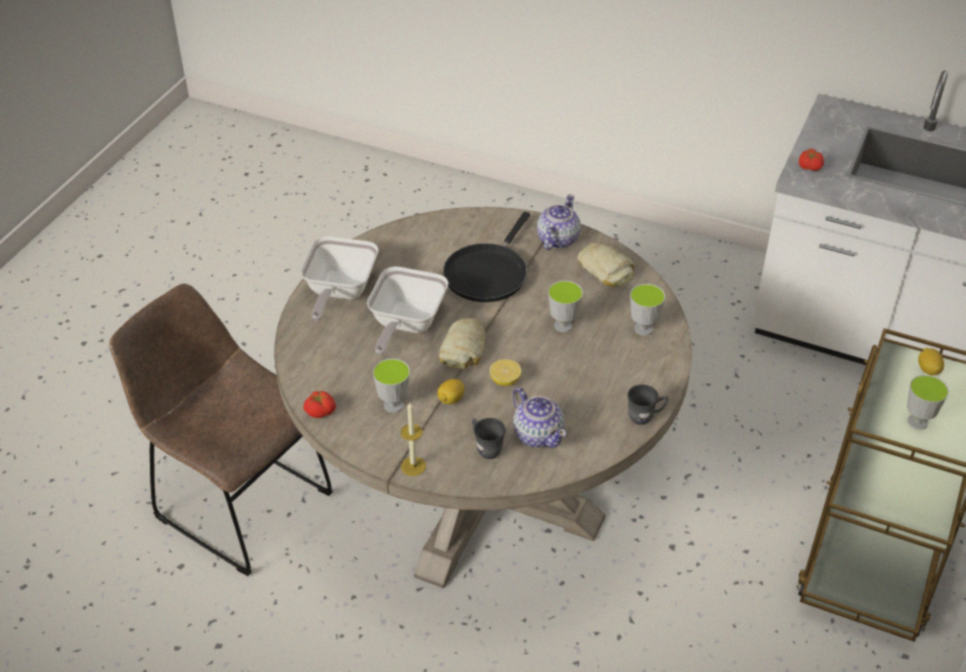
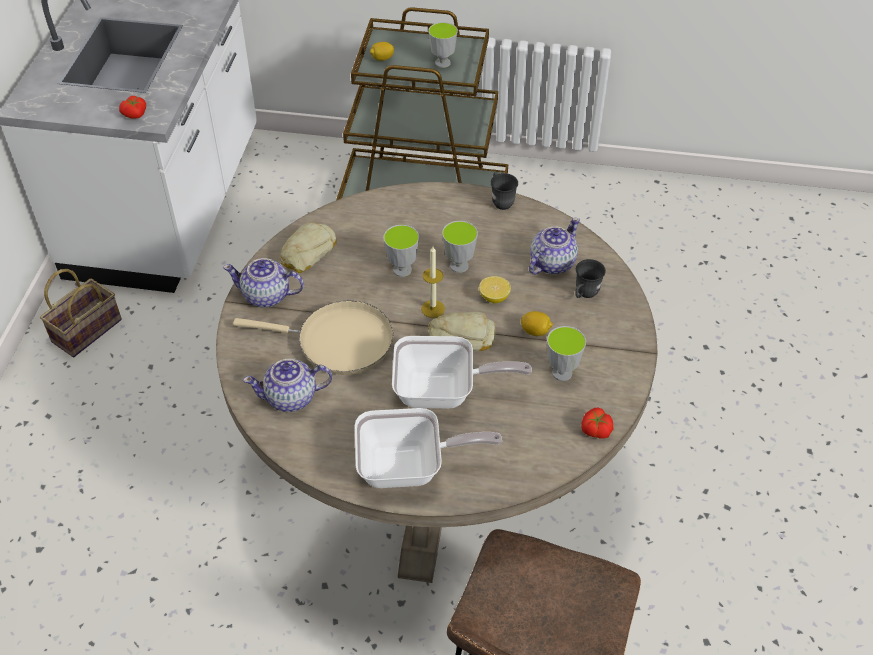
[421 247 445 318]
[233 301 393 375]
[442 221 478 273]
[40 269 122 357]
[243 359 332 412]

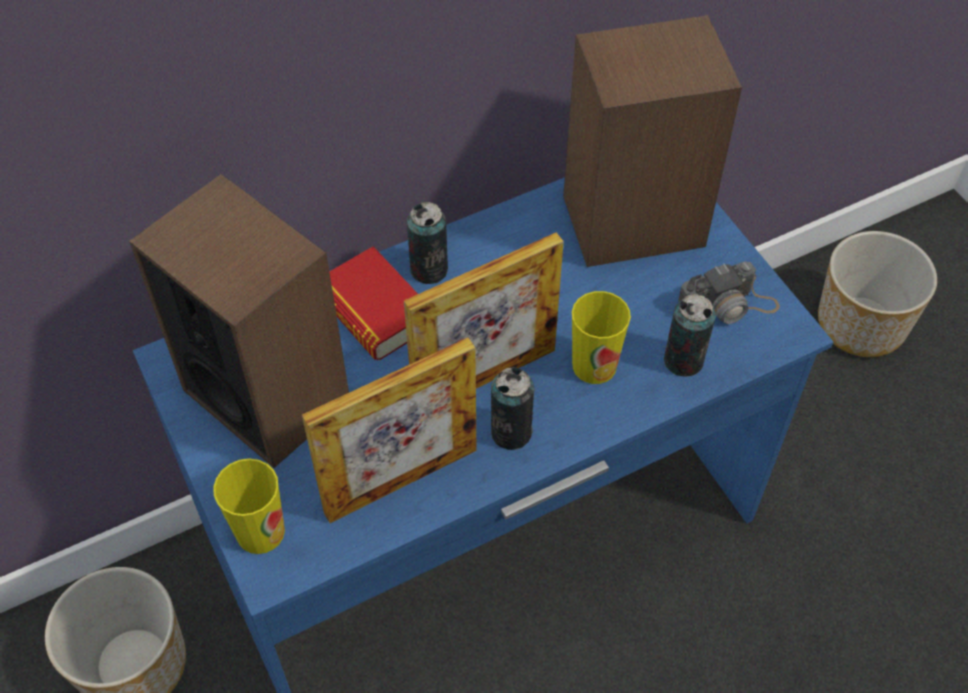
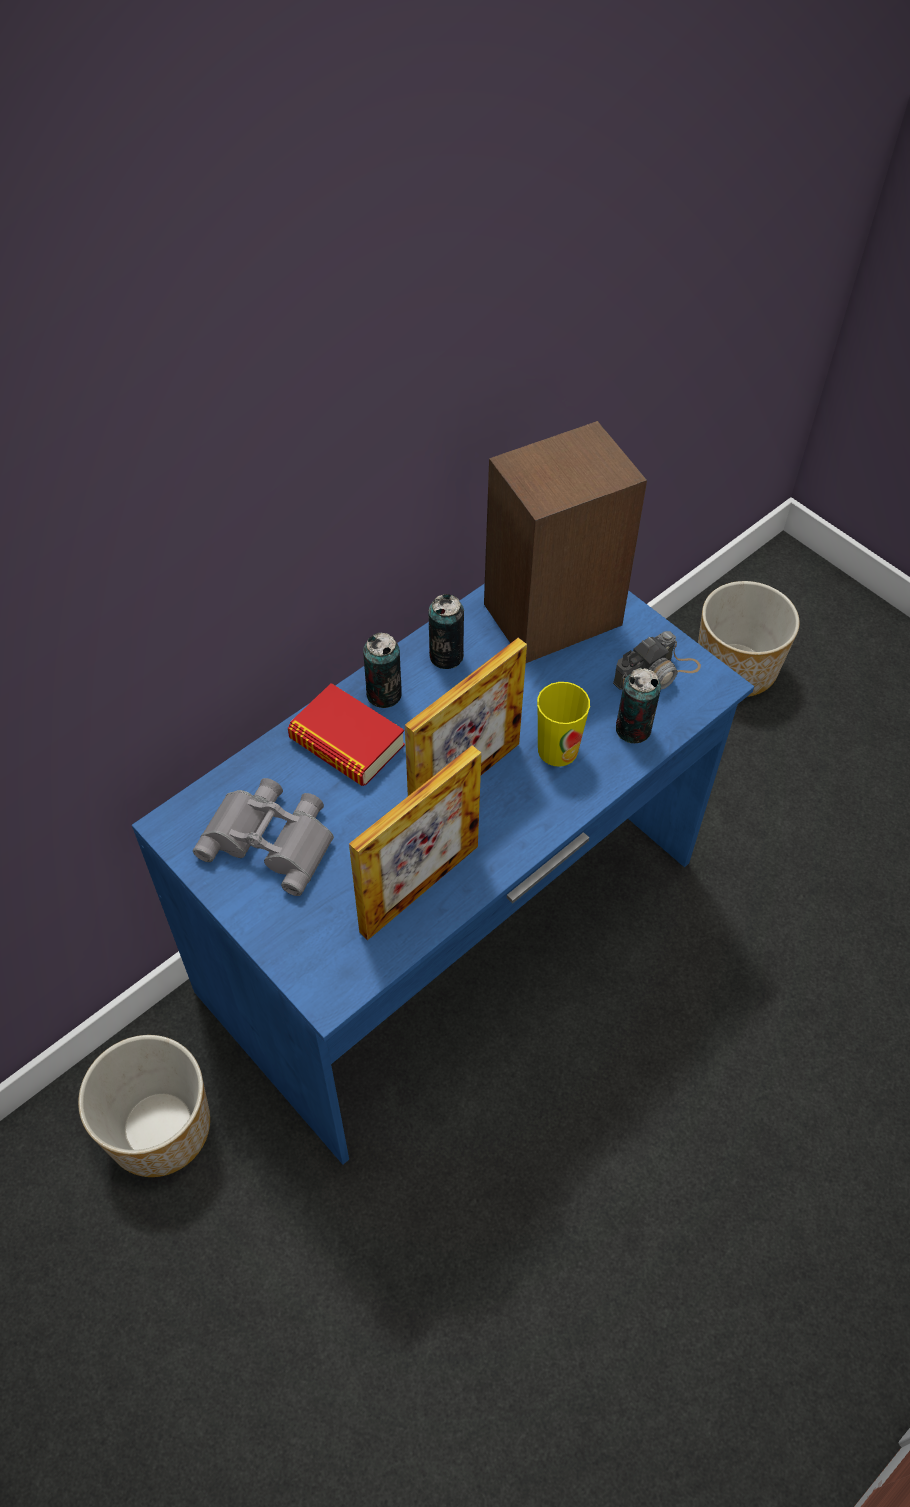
[193 778 334 896]
[213 458 285 554] (first image)
[428 594 464 669]

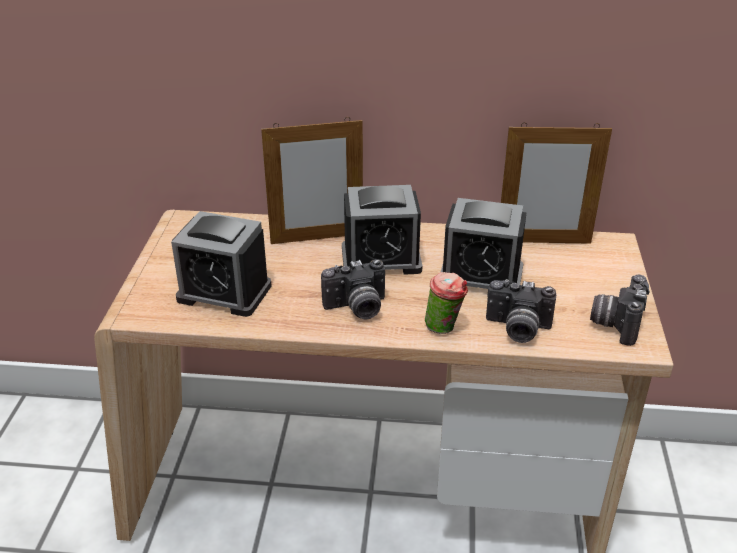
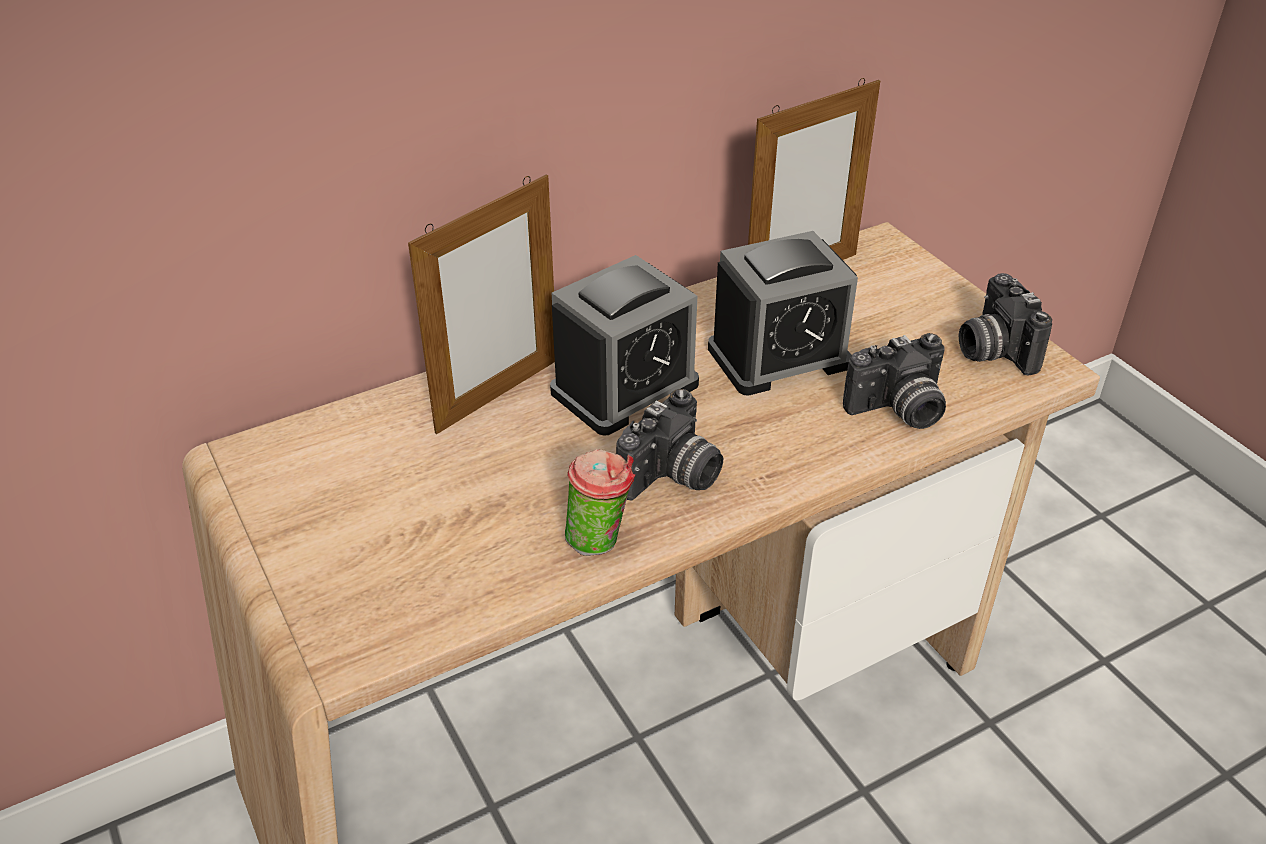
[171 211 272 317] (first image)
[565 449 635 556]

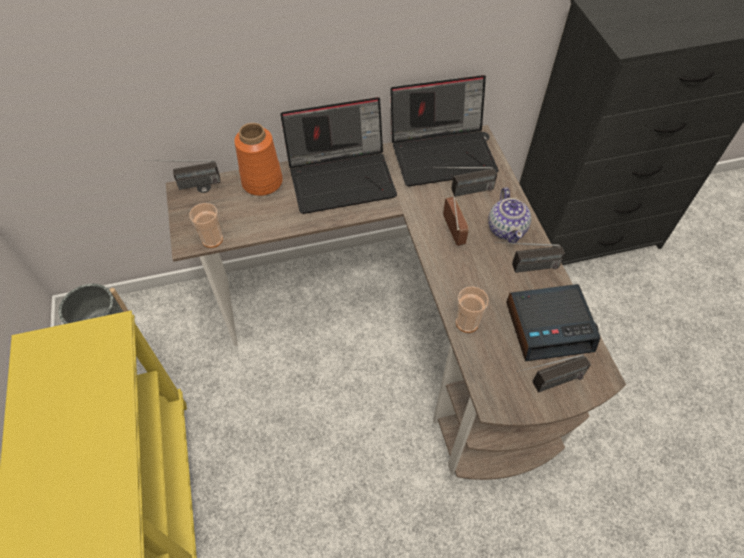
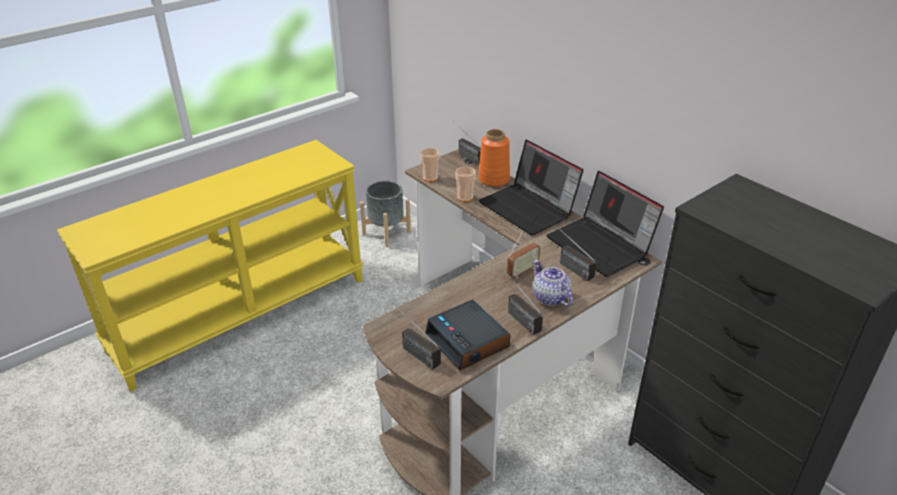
[456 167 476 202]
[533 260 573 306]

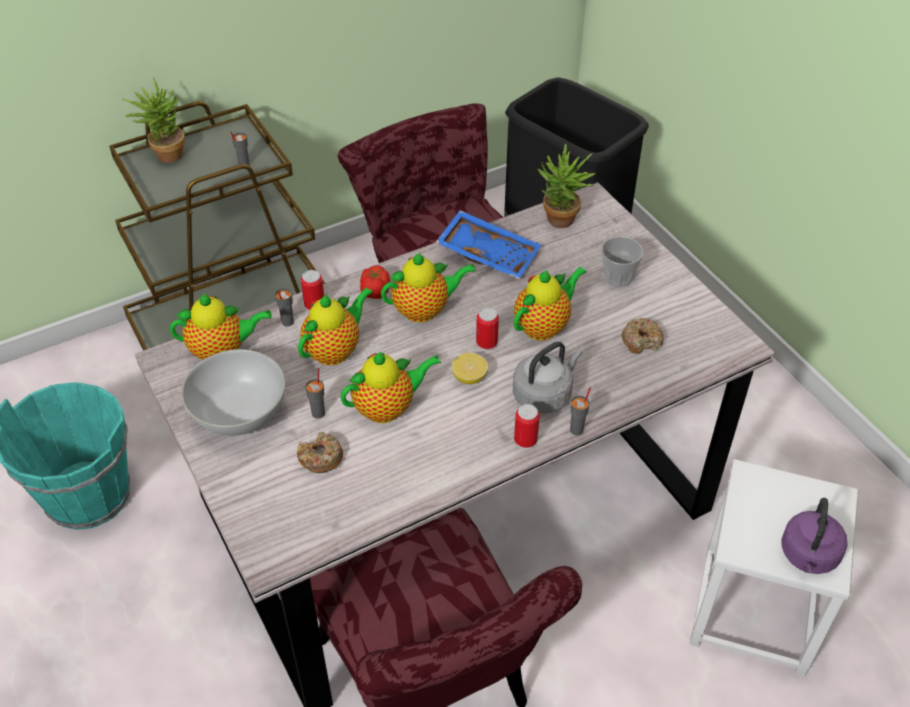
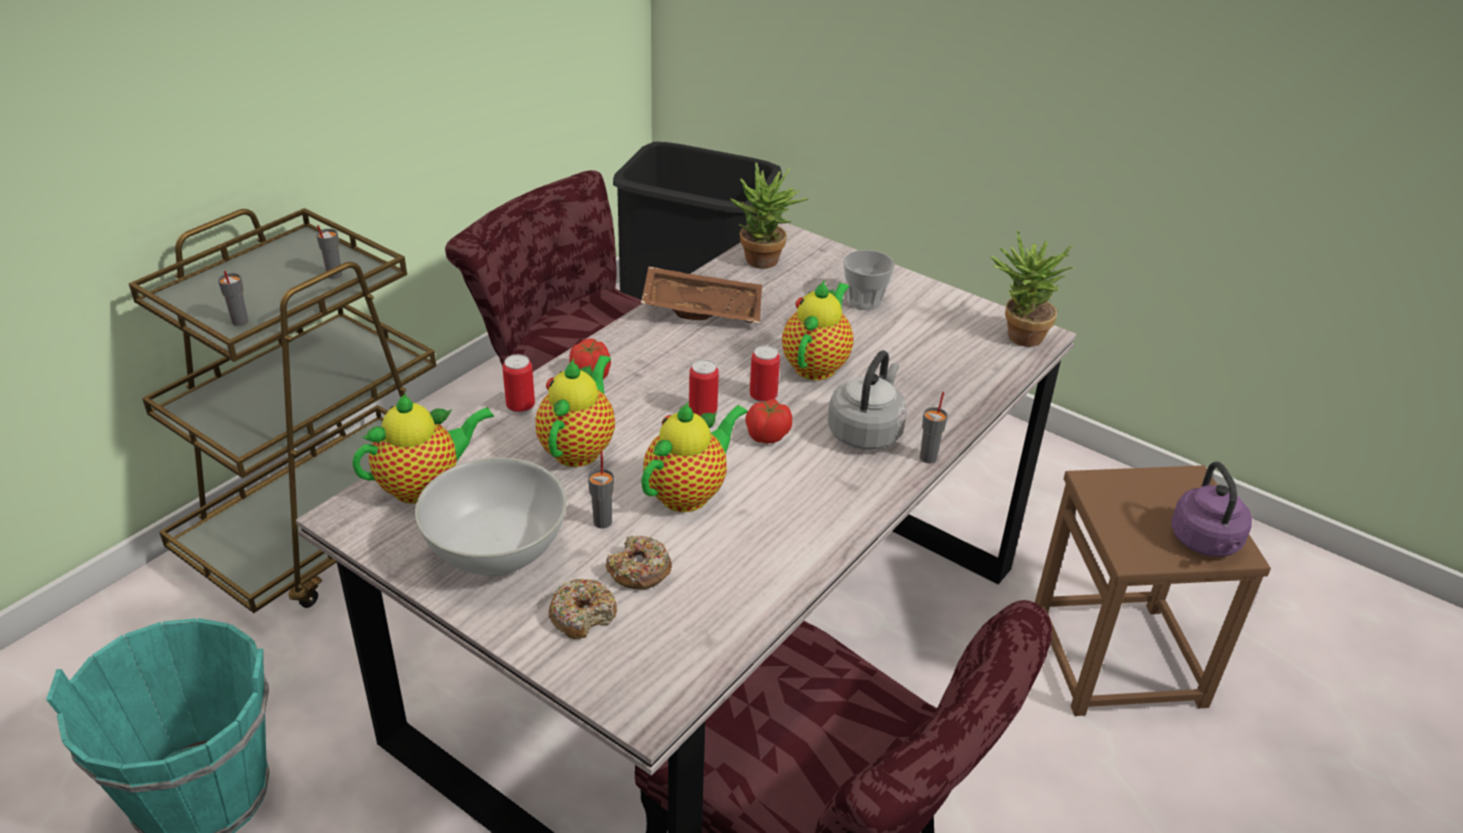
[990 230 1075 347]
[218 271 248 326]
[381 253 476 323] (first image)
[641 266 762 323]
[745 399 792 444]
[689 359 719 416]
[549 579 617 639]
[1035 465 1271 716]

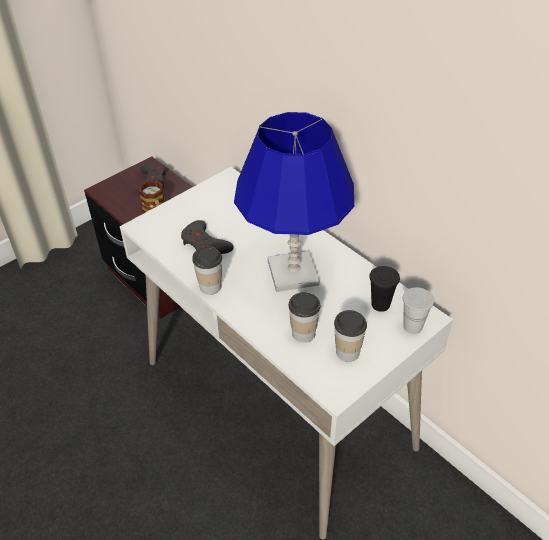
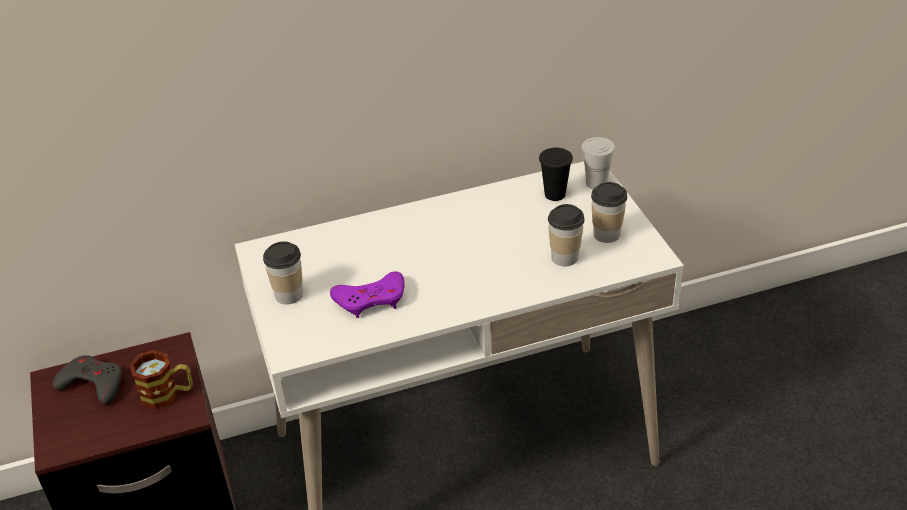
[330 271 405 318]
[263 241 303 305]
[234 112 354 292] (first image)

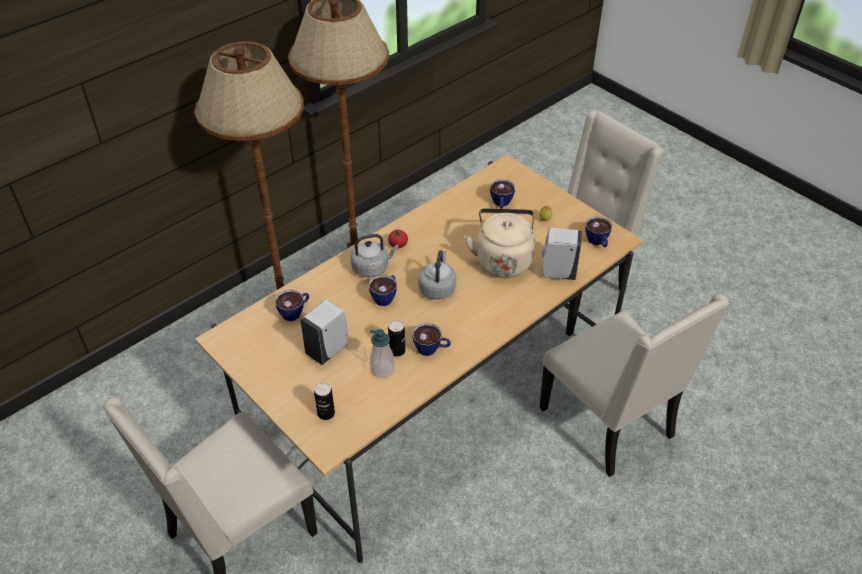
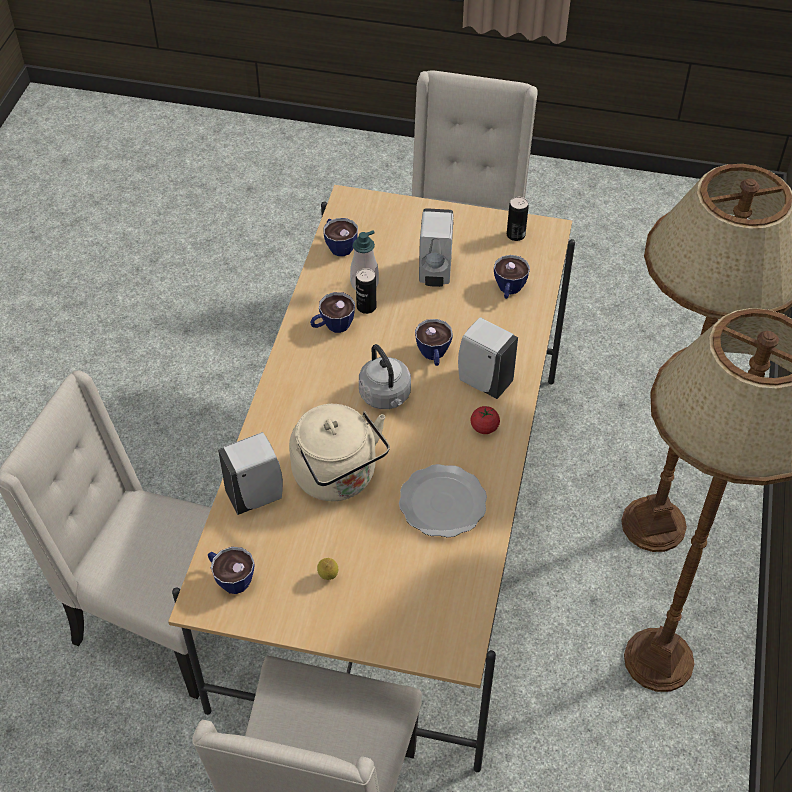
[507 197 529 241]
[458 317 518 399]
[323 218 358 256]
[399 464 487 538]

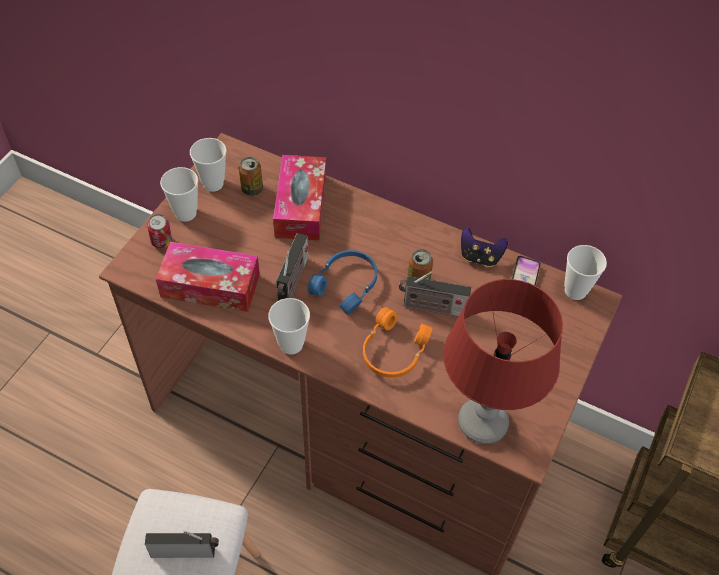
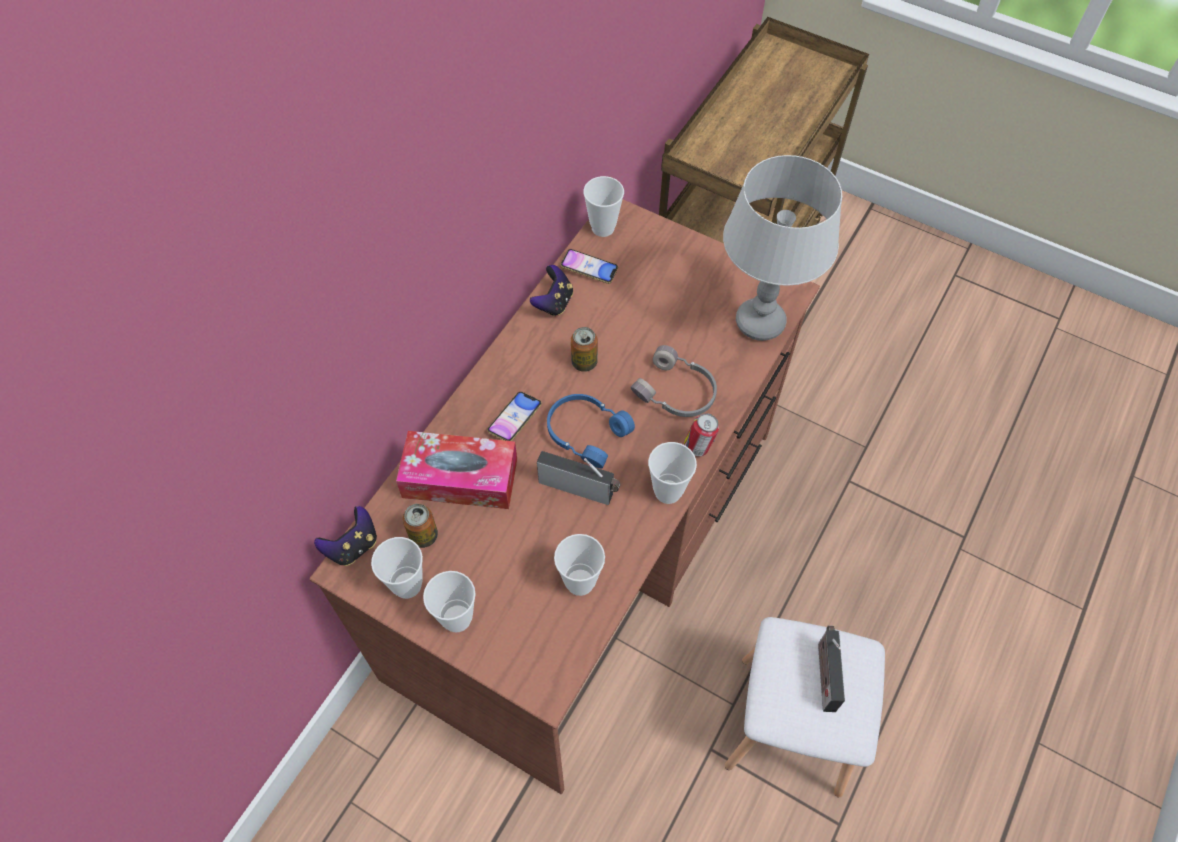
[684 413 719 457]
[554 534 605 596]
[630 345 717 417]
[399 271 471 316] (first image)
[723 155 842 341]
[314 506 377 566]
[487 392 542 441]

